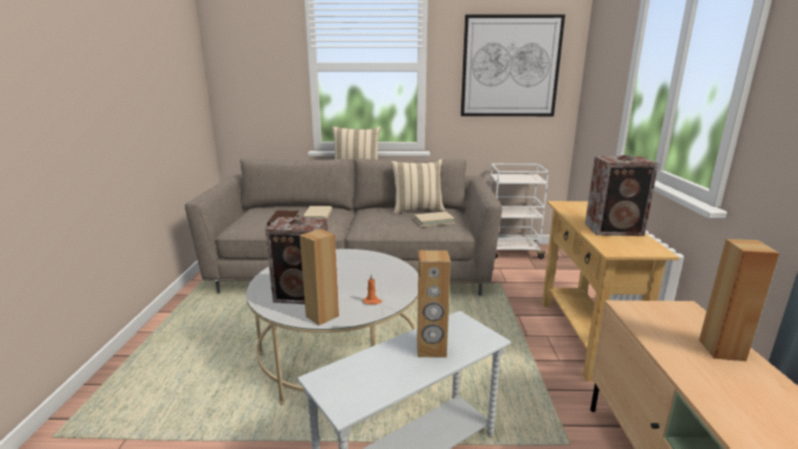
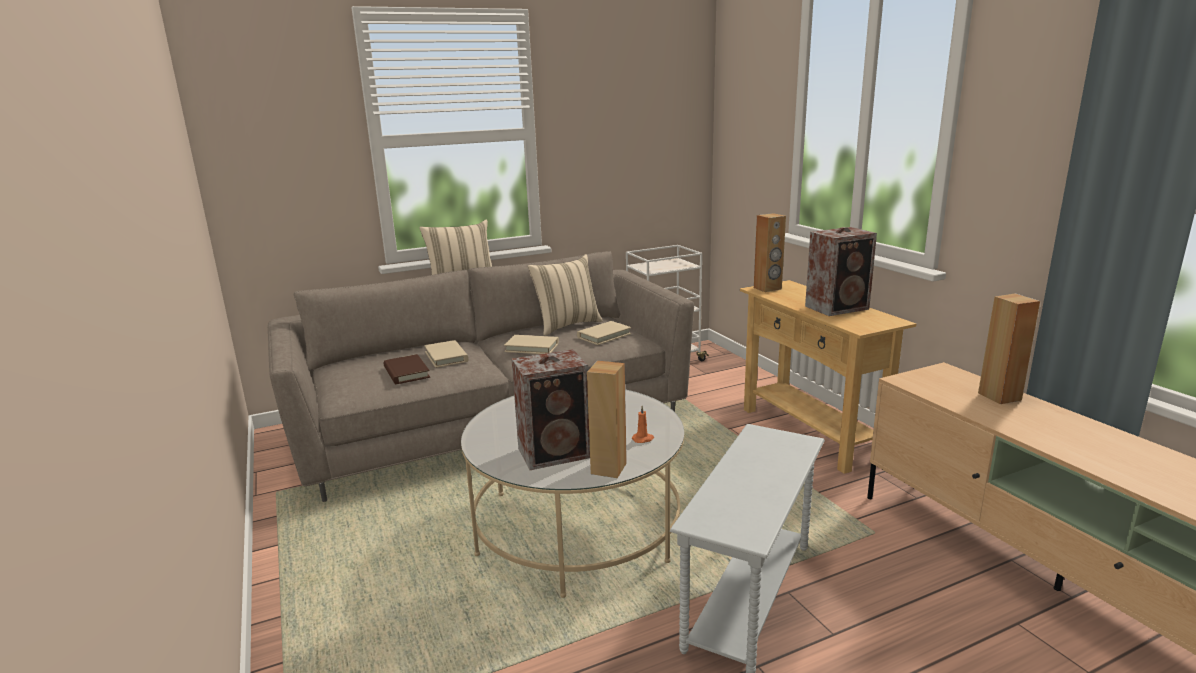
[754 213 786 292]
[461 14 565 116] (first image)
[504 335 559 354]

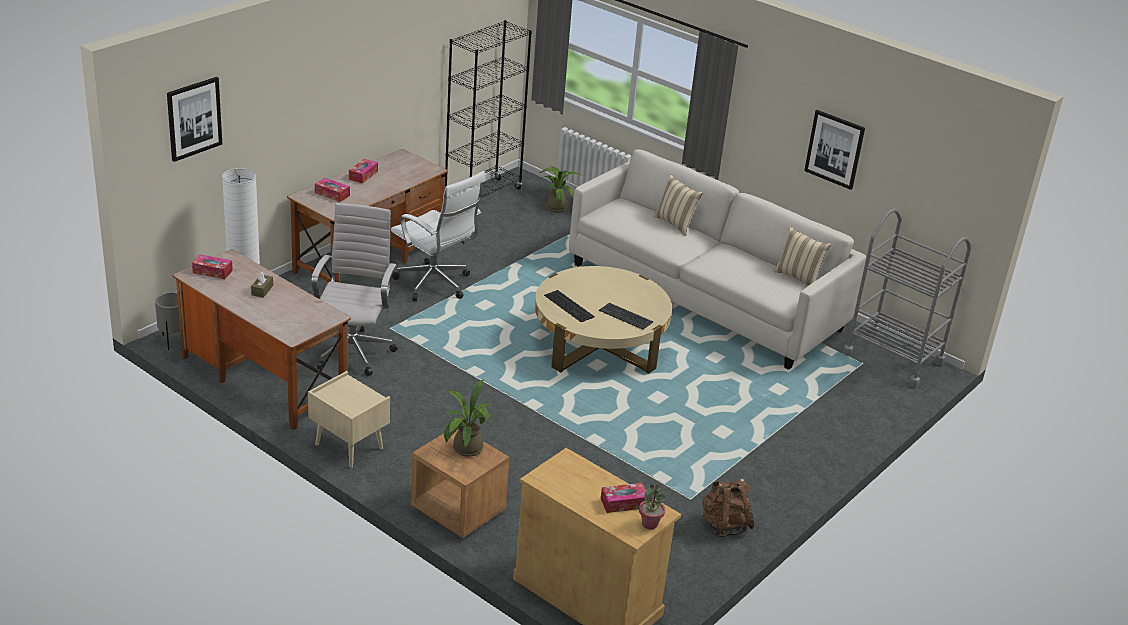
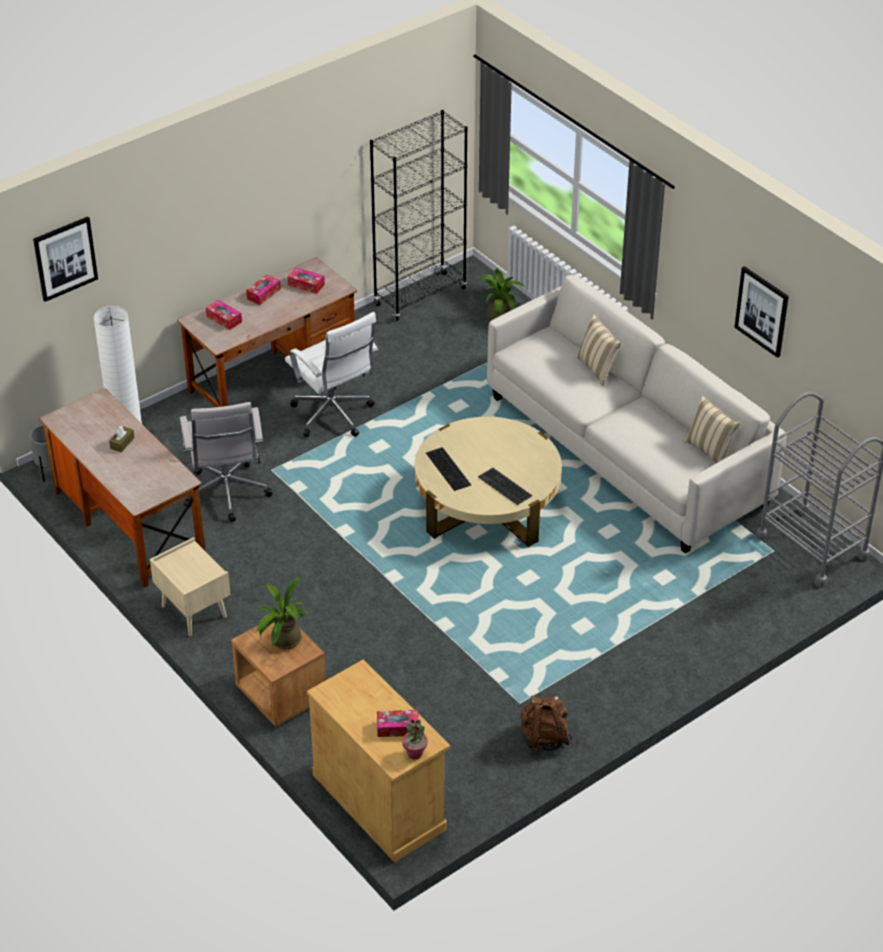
[288 268 325 294]
[180 402 273 522]

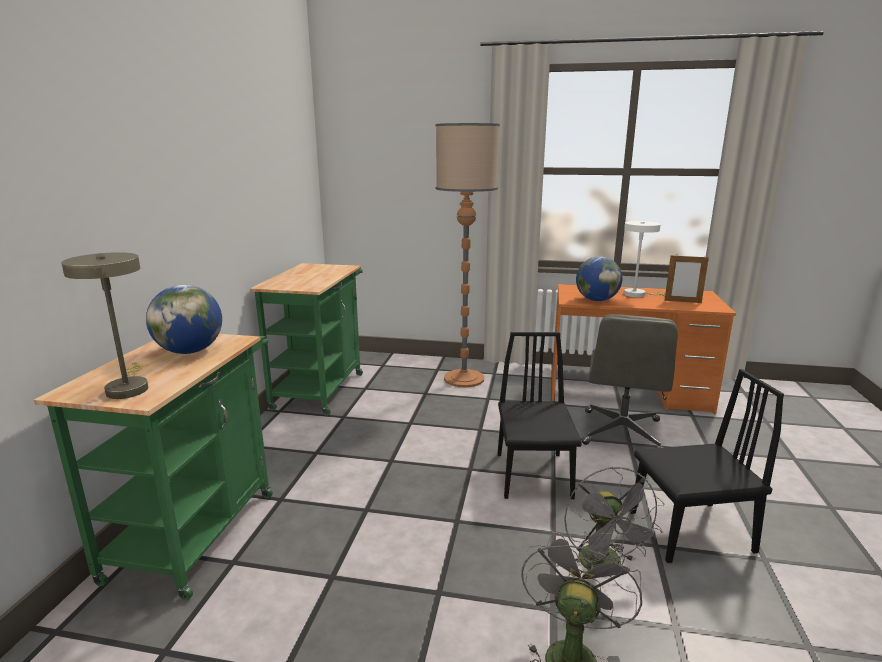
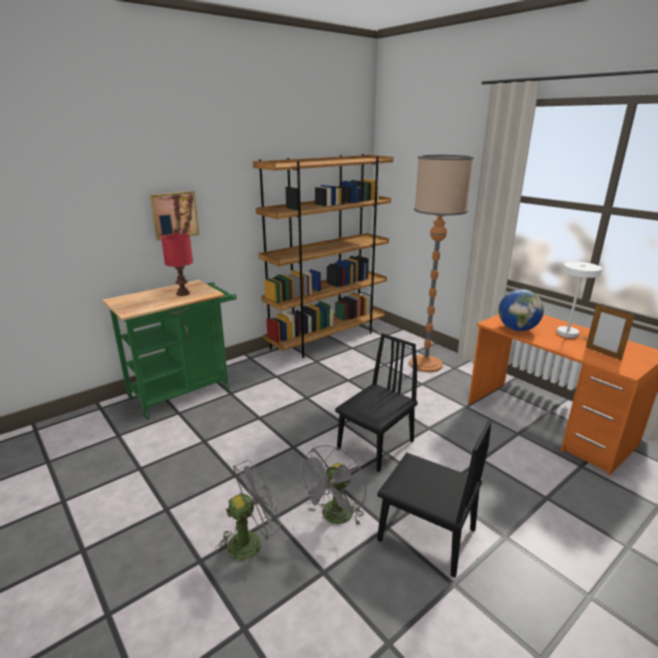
[61 252 148 399] (first image)
[161 233 193 296]
[253 154 393 358]
[582 314 678 448] (first image)
[150 191 200 241]

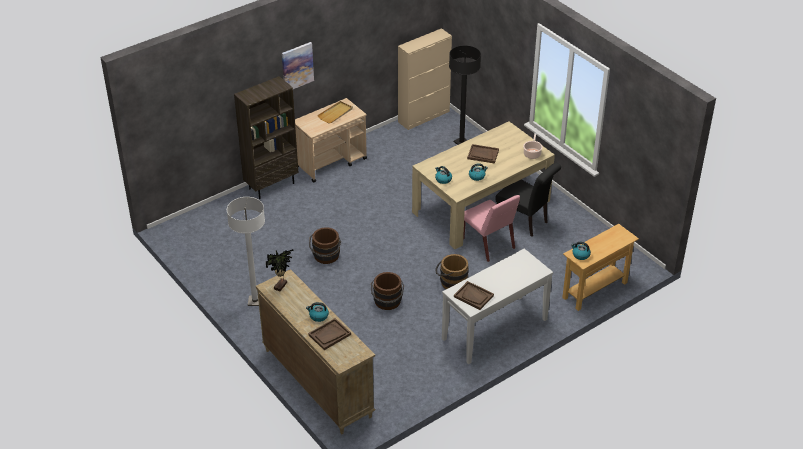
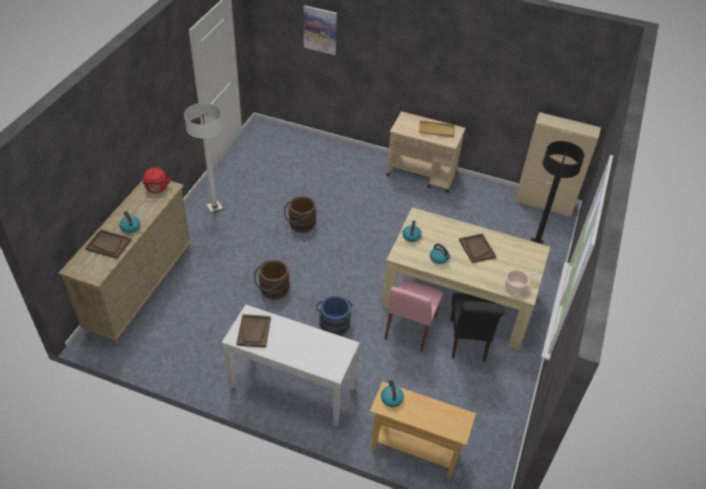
[234 76 299 199] (first image)
[142 168 171 193]
[304 5 337 55]
[316 296 353 336]

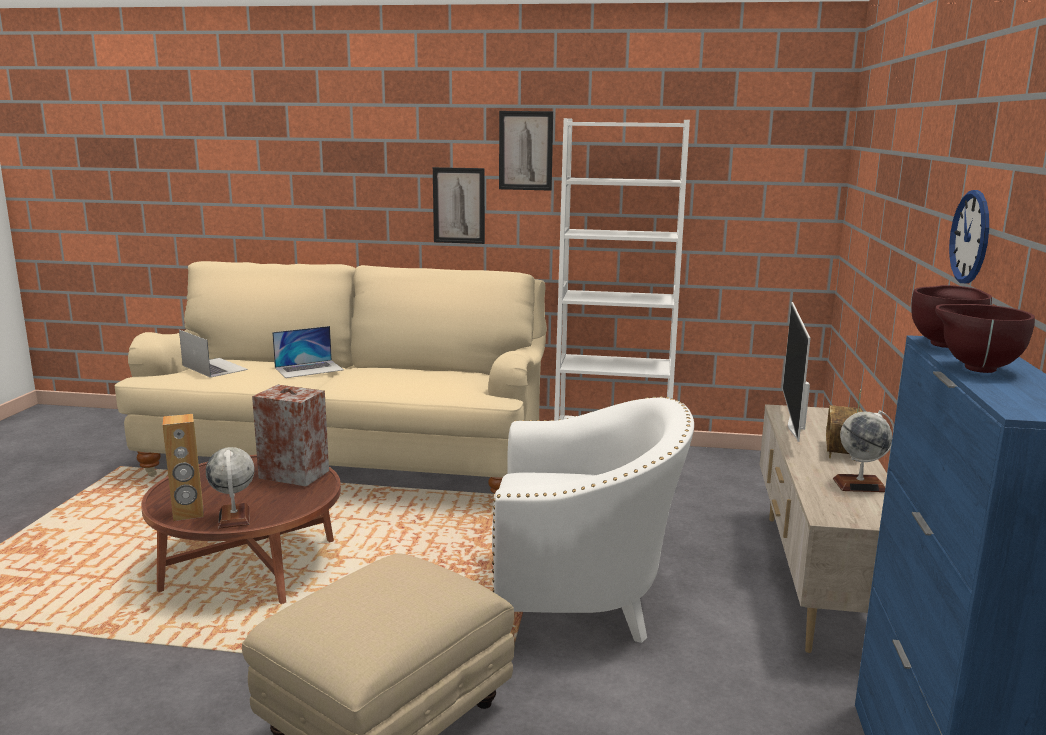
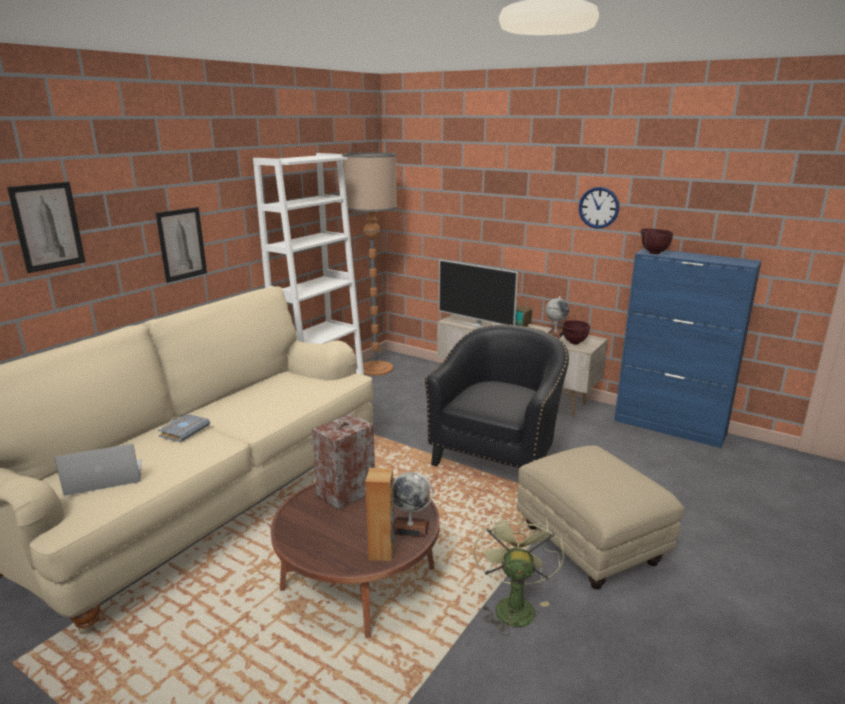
[158 414 210 442]
[425 324 569 468]
[7 182 85 273]
[562 320 590 344]
[343 152 397 376]
[473 511 564 636]

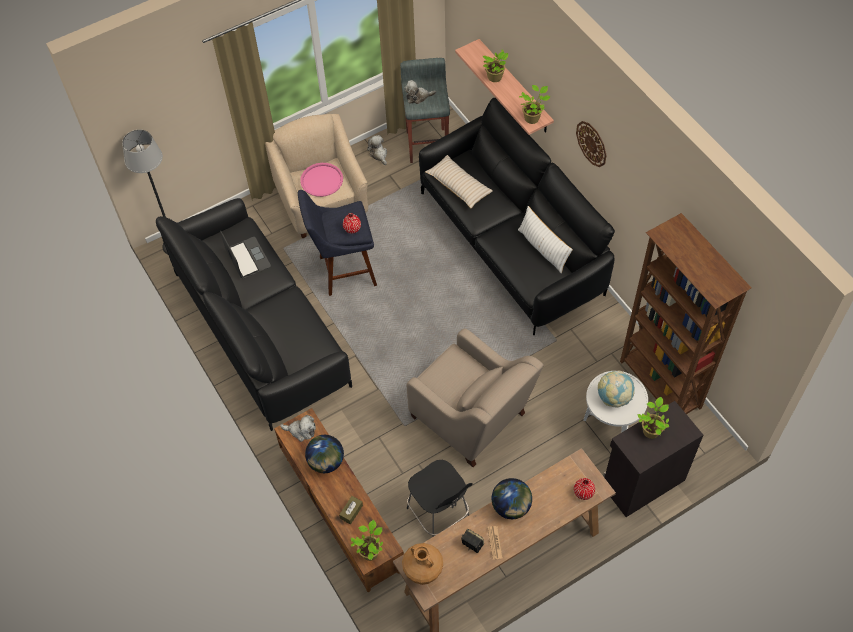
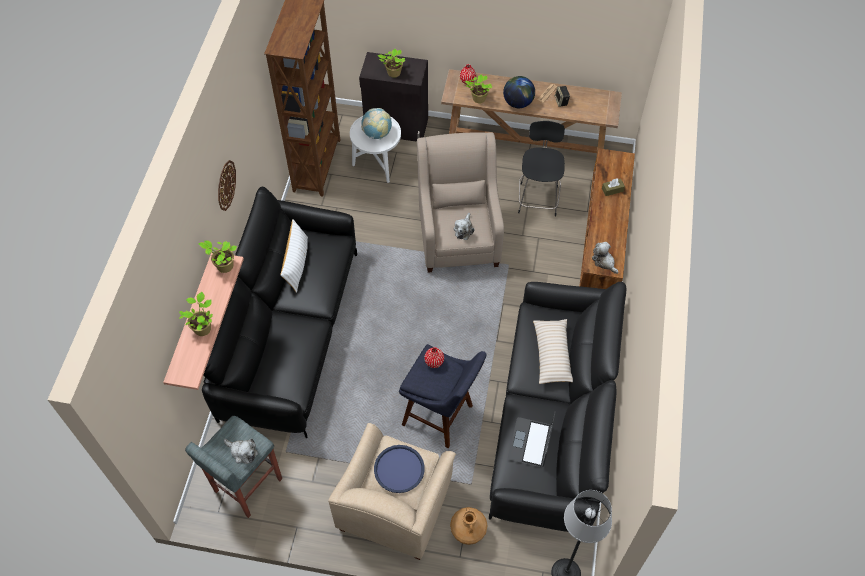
[374 445 425 493]
[305 435 344 473] (first image)
[465 74 493 103]
[453 213 474 240]
[450 507 488 545]
[533 319 573 384]

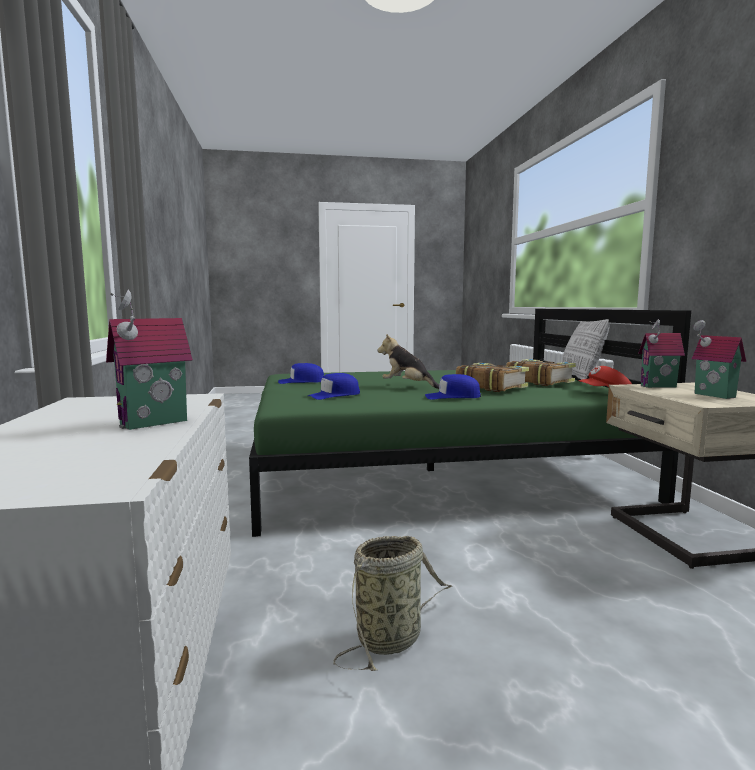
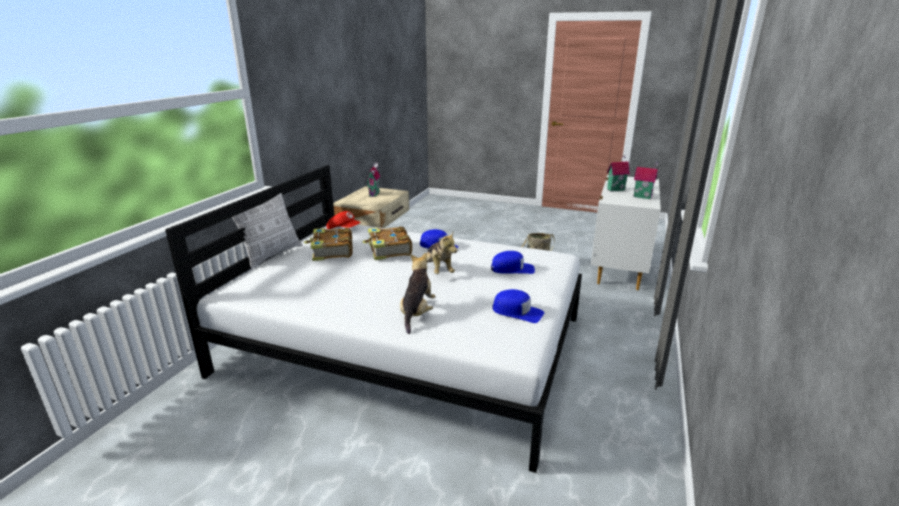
[165 165 582 473]
[633 160 660 199]
[400 253 436 334]

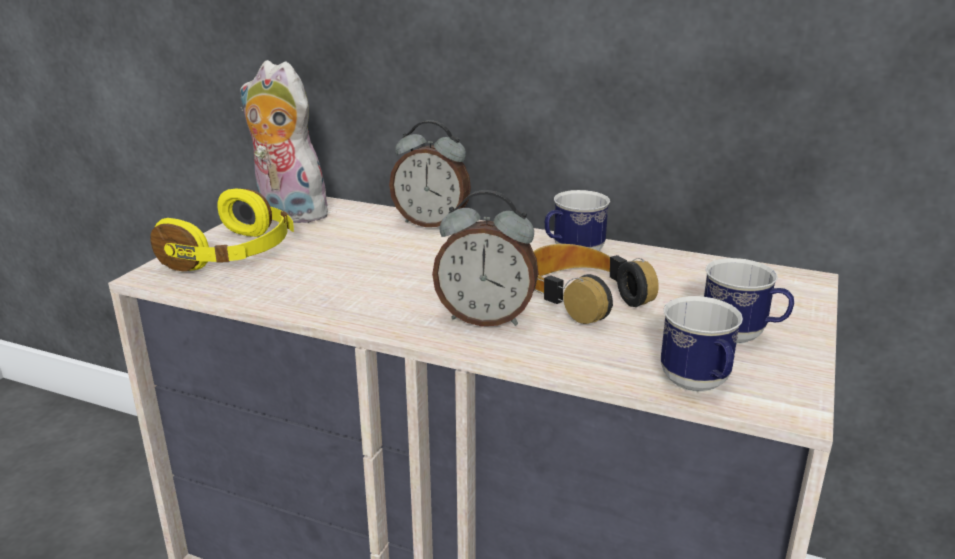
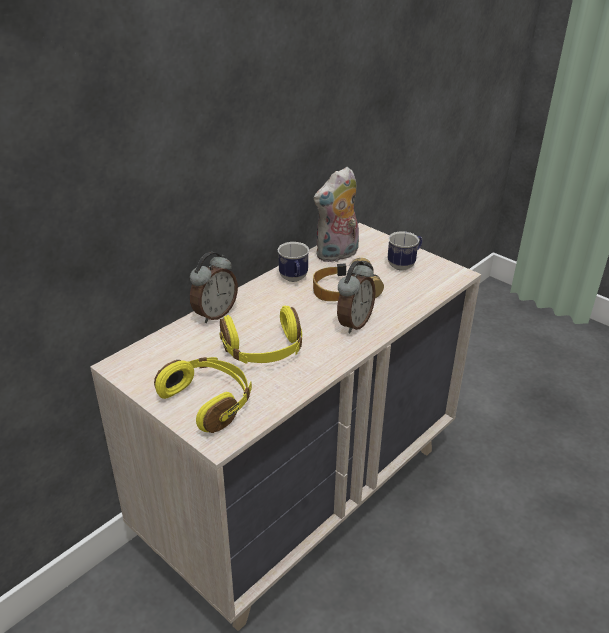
[314 167 359 262]
[661 296 743 392] (first image)
[219 306 302 364]

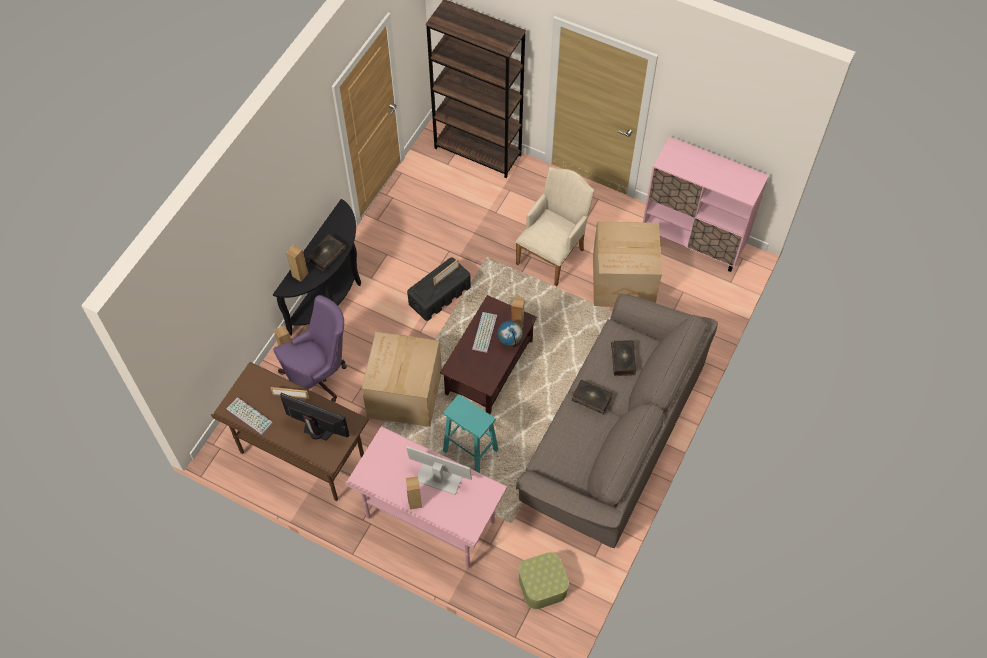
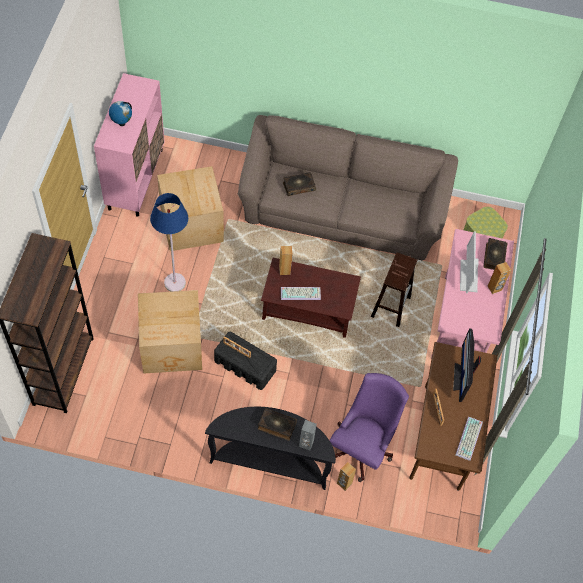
[329 373 409 482]
[299 420 317 450]
[138 290 202 374]
[371 252 417 327]
[109 101 132 126]
[150 193 188 292]
[484 238 508 270]

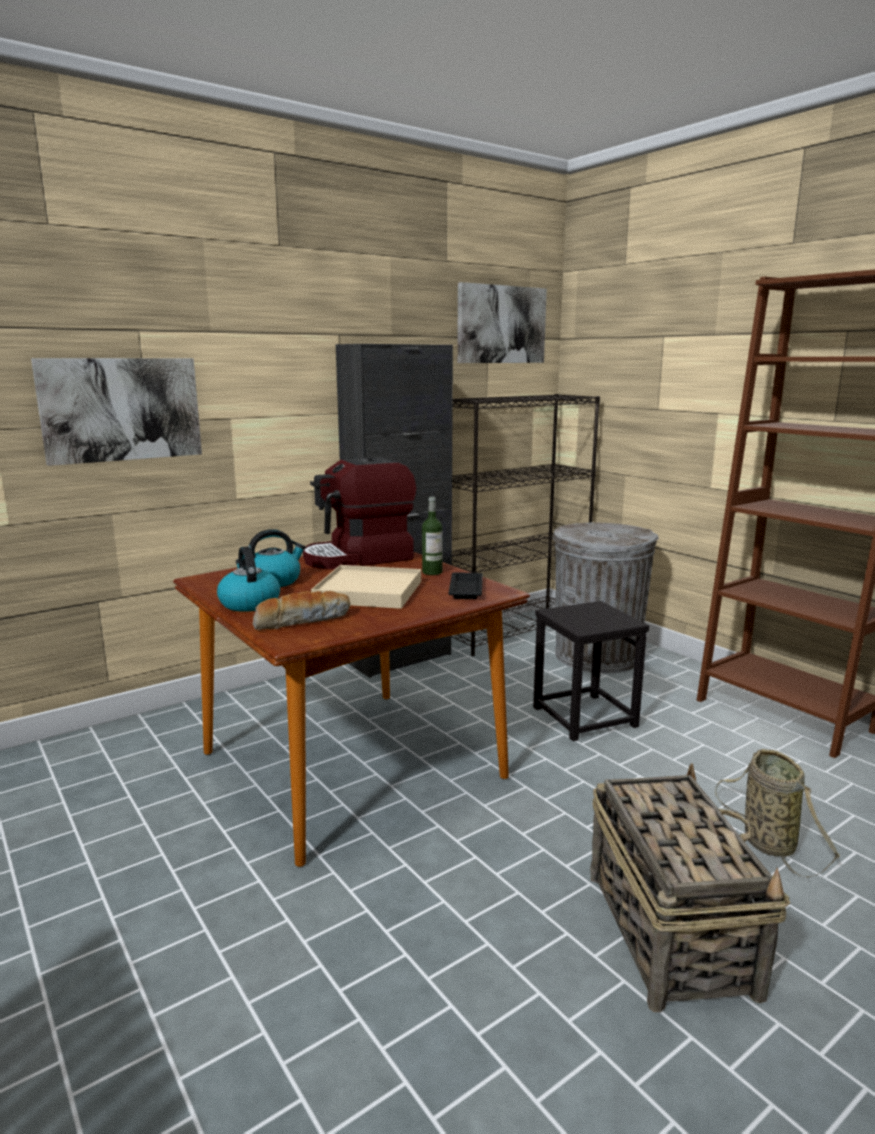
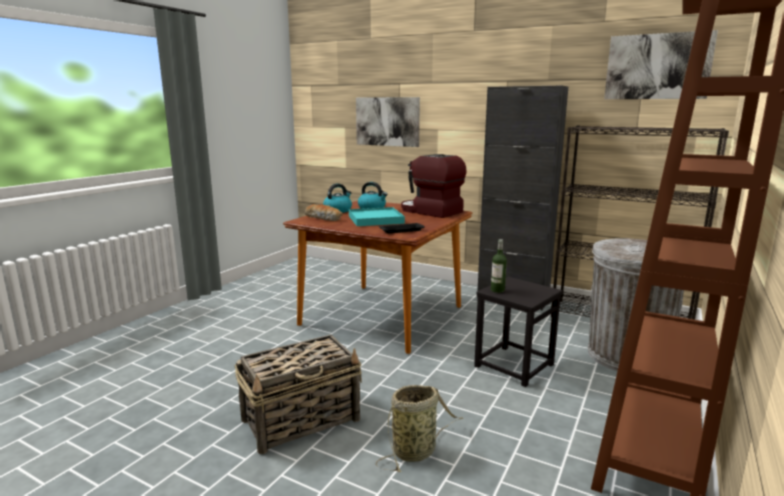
[349 207 405 226]
[491 239 507 293]

